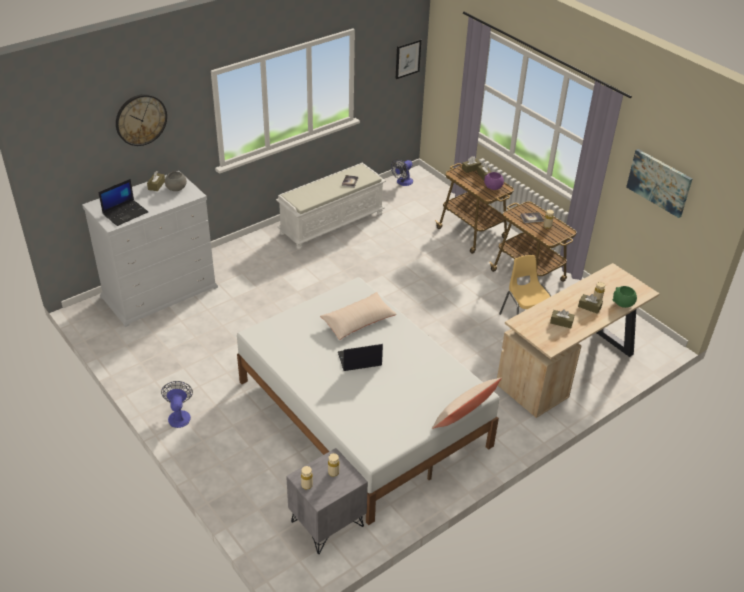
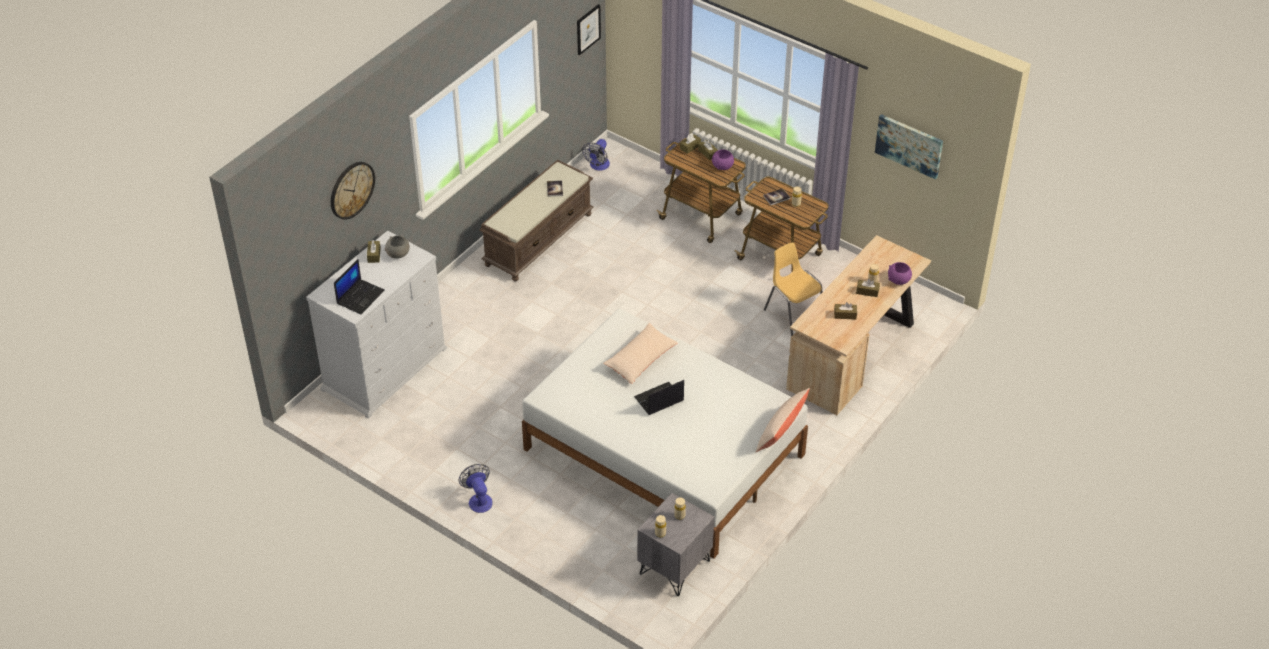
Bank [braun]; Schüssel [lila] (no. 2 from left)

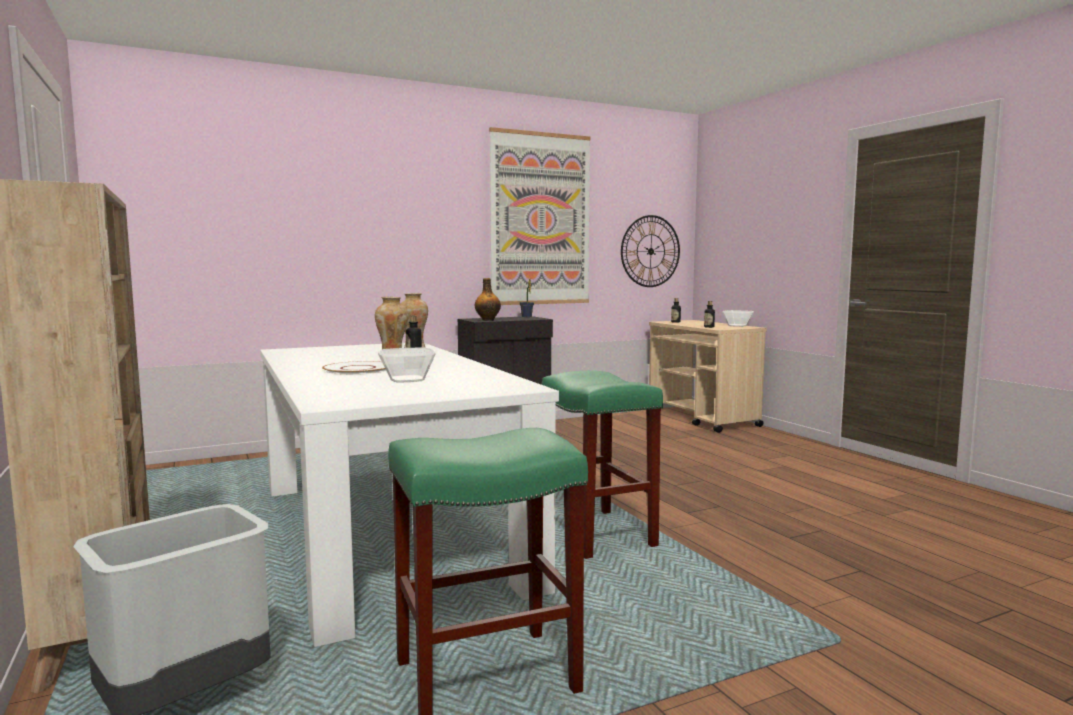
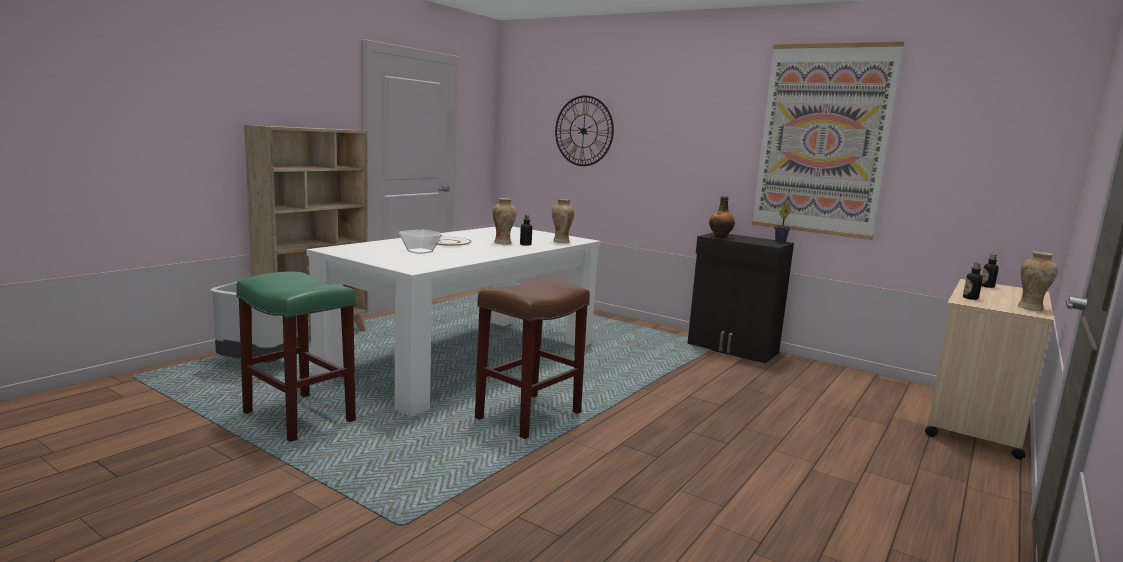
Wanduhr; Vase (no. 3 from left); Hocker [braun]

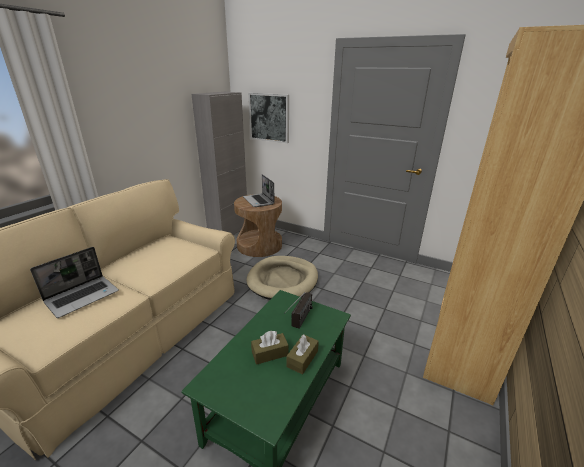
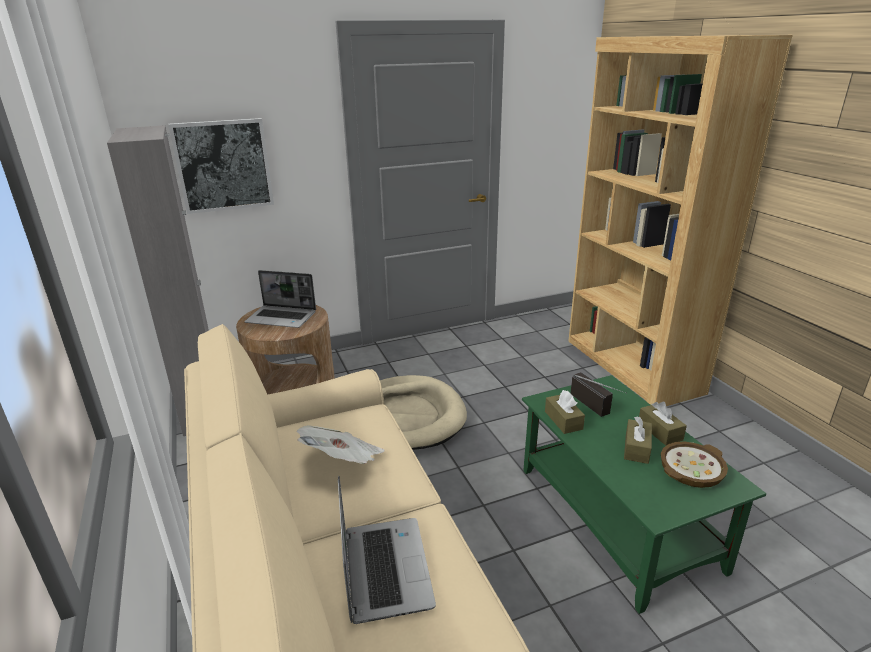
Zeitung; Taschentuchbox [braun] (no. 1 from left); Schüssel

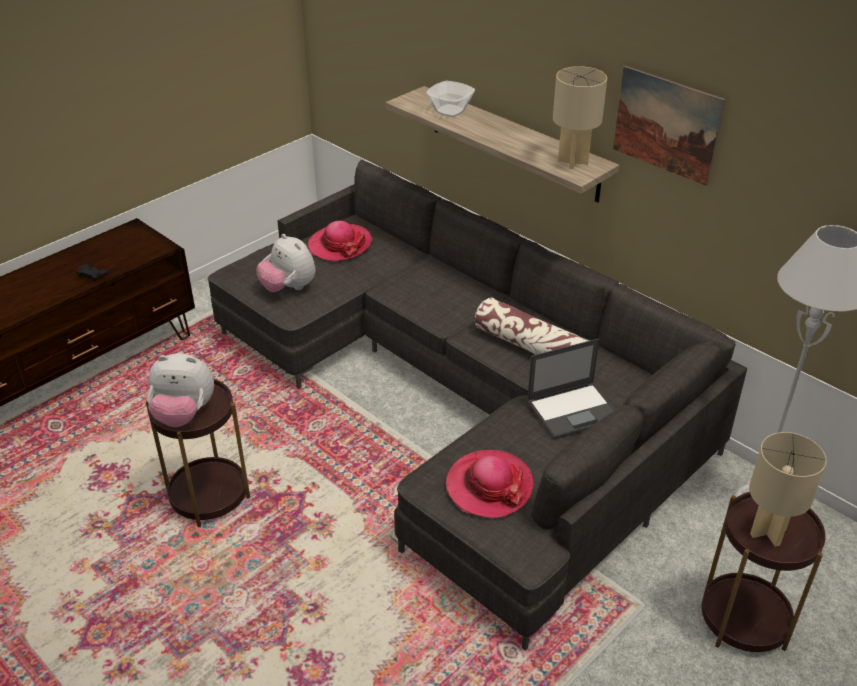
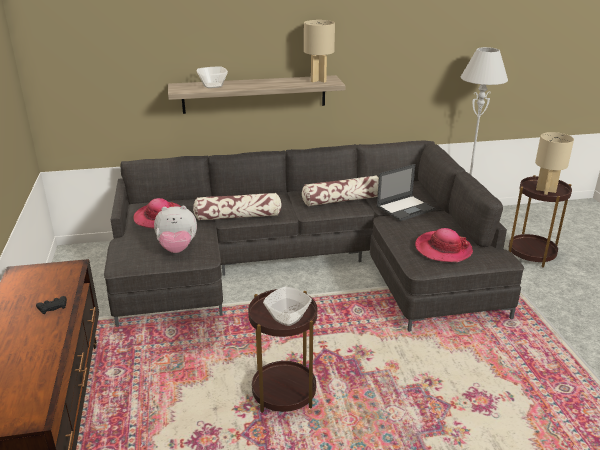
Bild; Kissen (no. 1 from left); Schüssel (no. 2 from left); Laptop

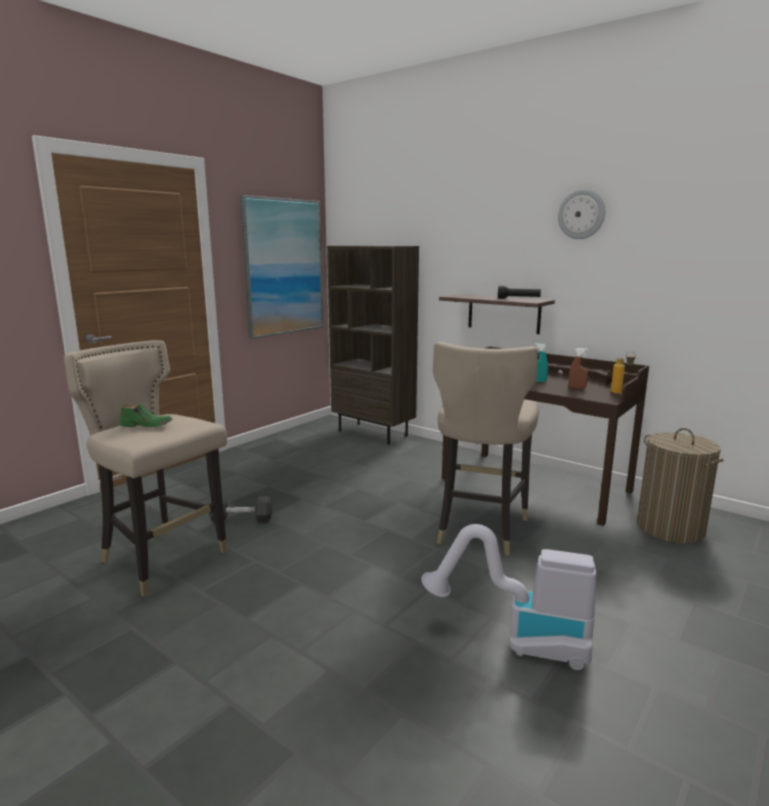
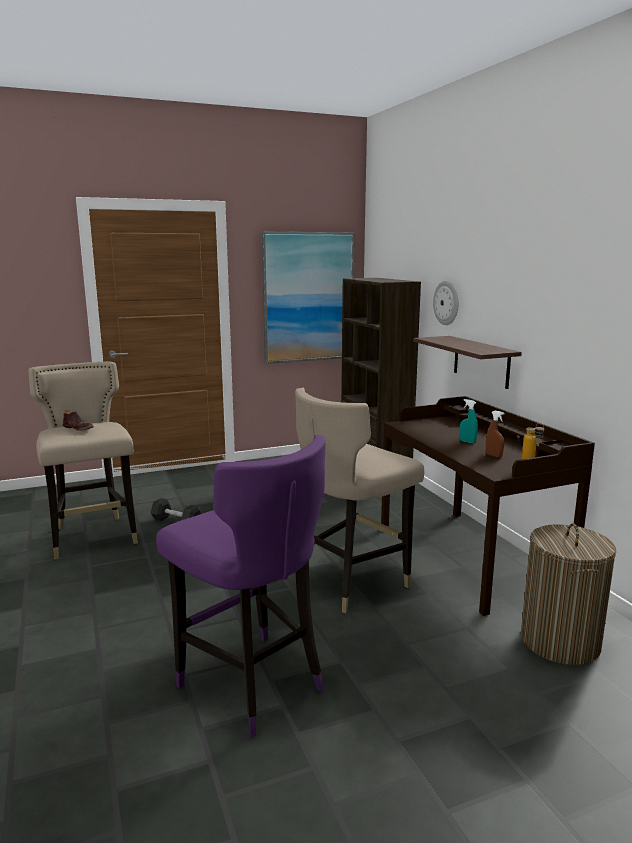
Taschenlampe [schwarz]; Wanduhr; Hocker [lila]; Schuh [braun]

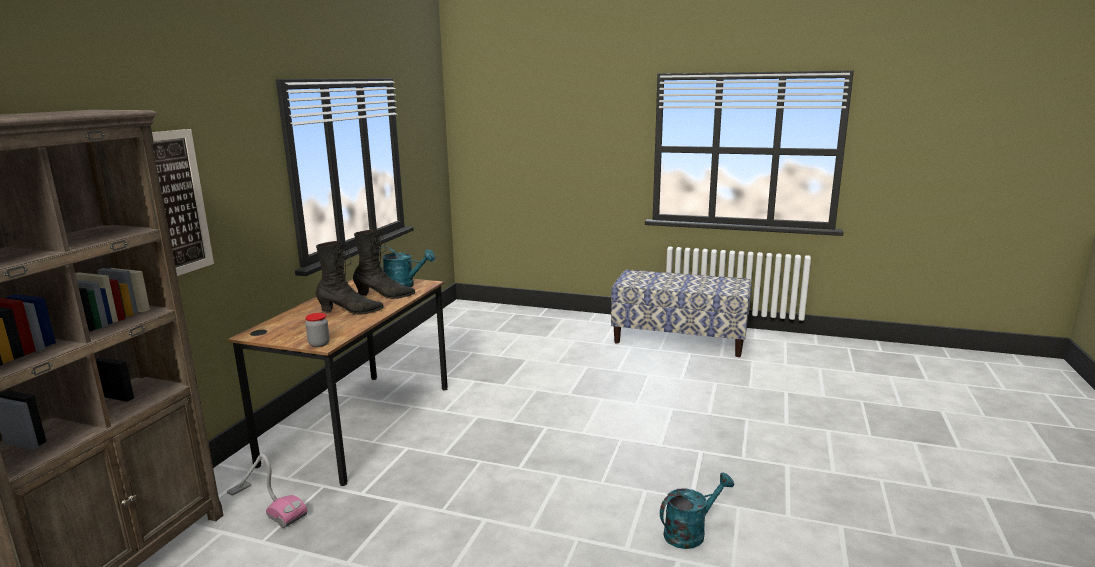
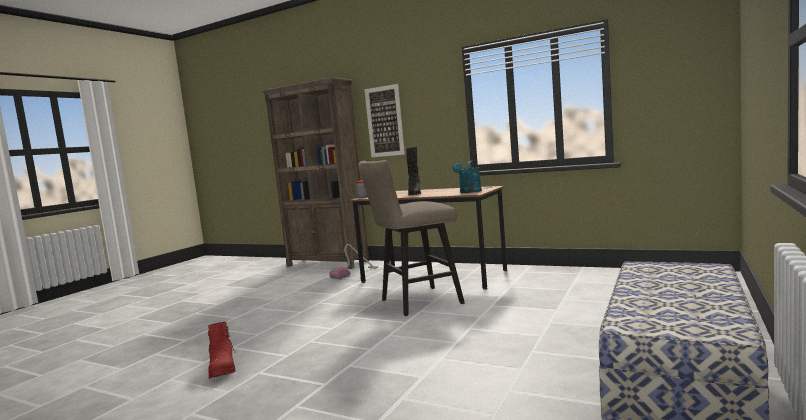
Stiefel [schwarz] (no. 2 from left in the first image); Hocker [beige]; Stiefel [rot]

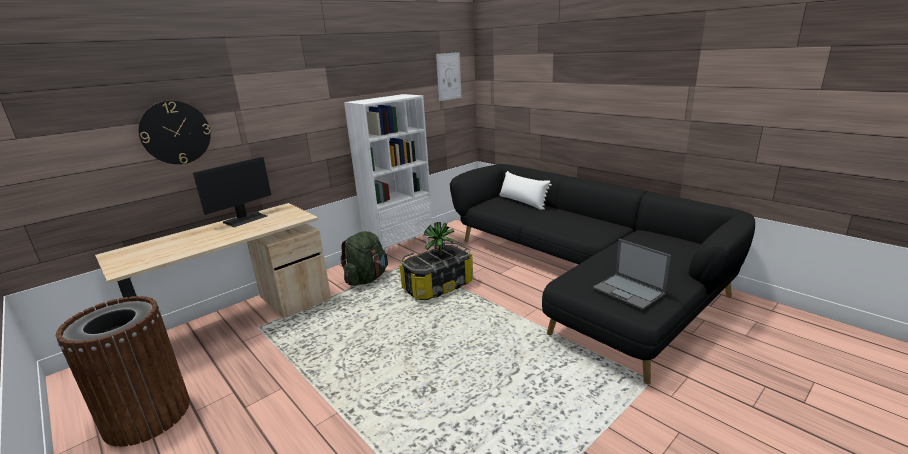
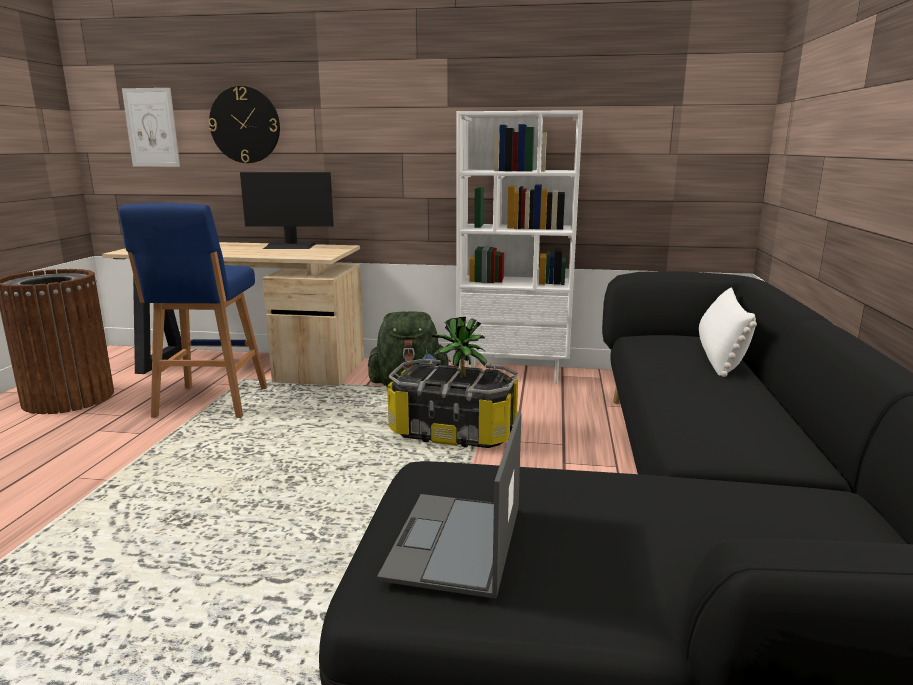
Hocker [blau]; Bild

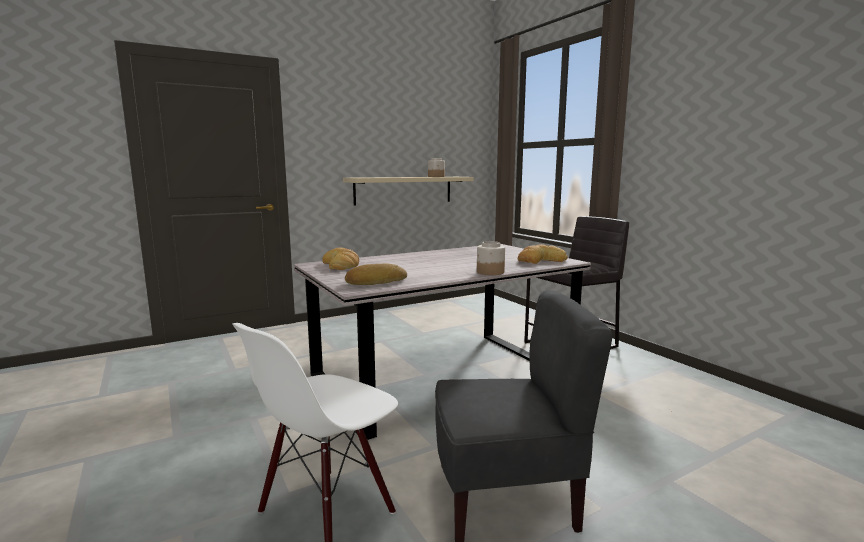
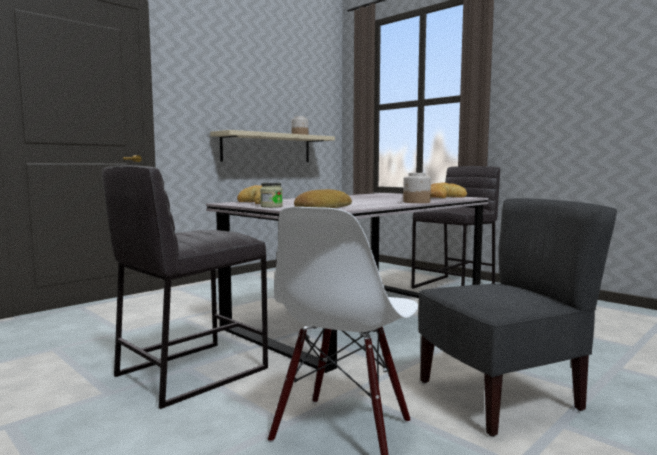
Hocker [grau] (no. 1 from left); Vorratsglas (no. 1 from left)

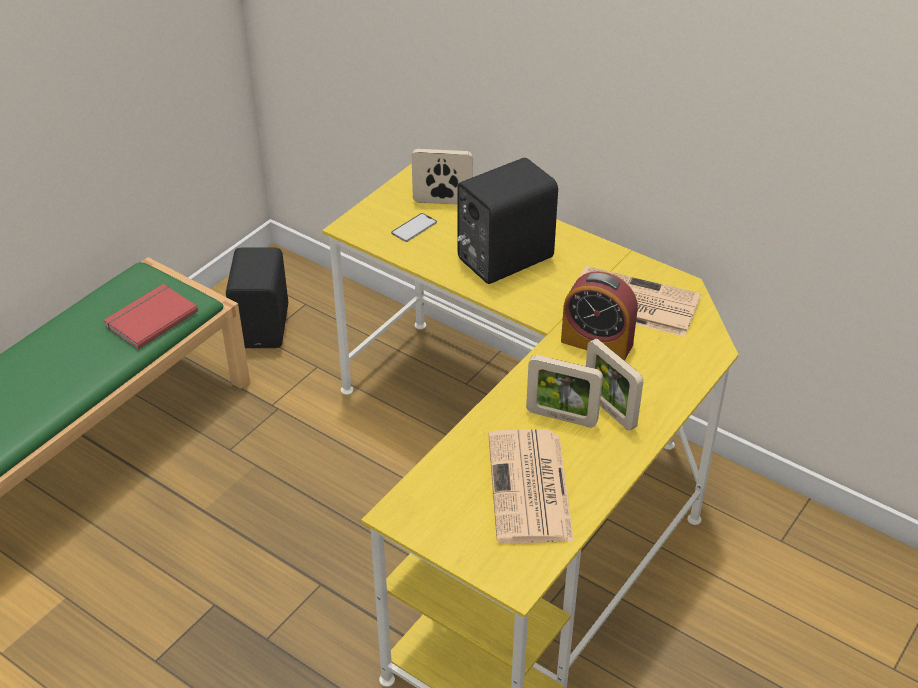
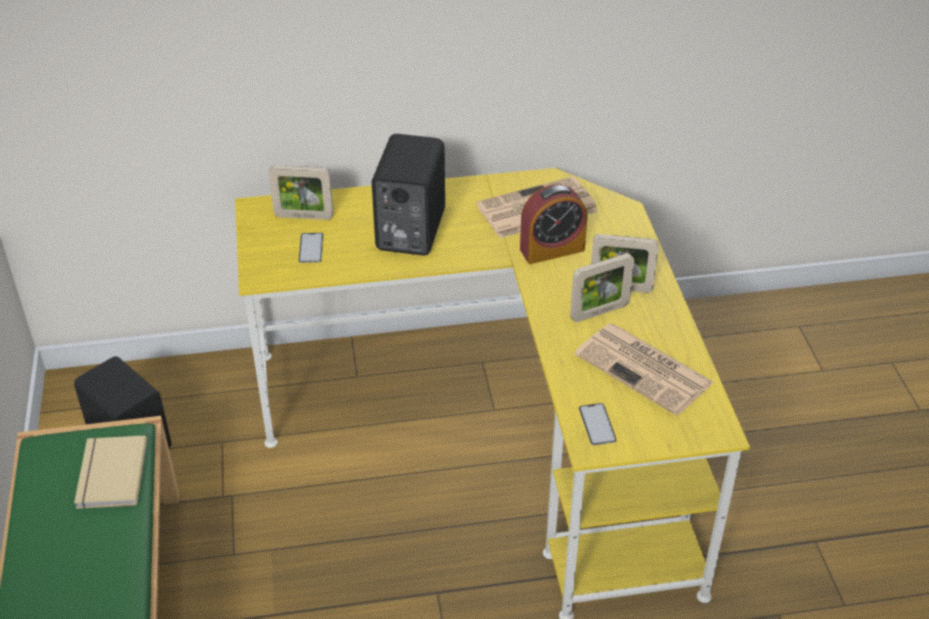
Handy (no. 2 from left); Buch [beige]; Bilderrahmen (no. 1 from left)

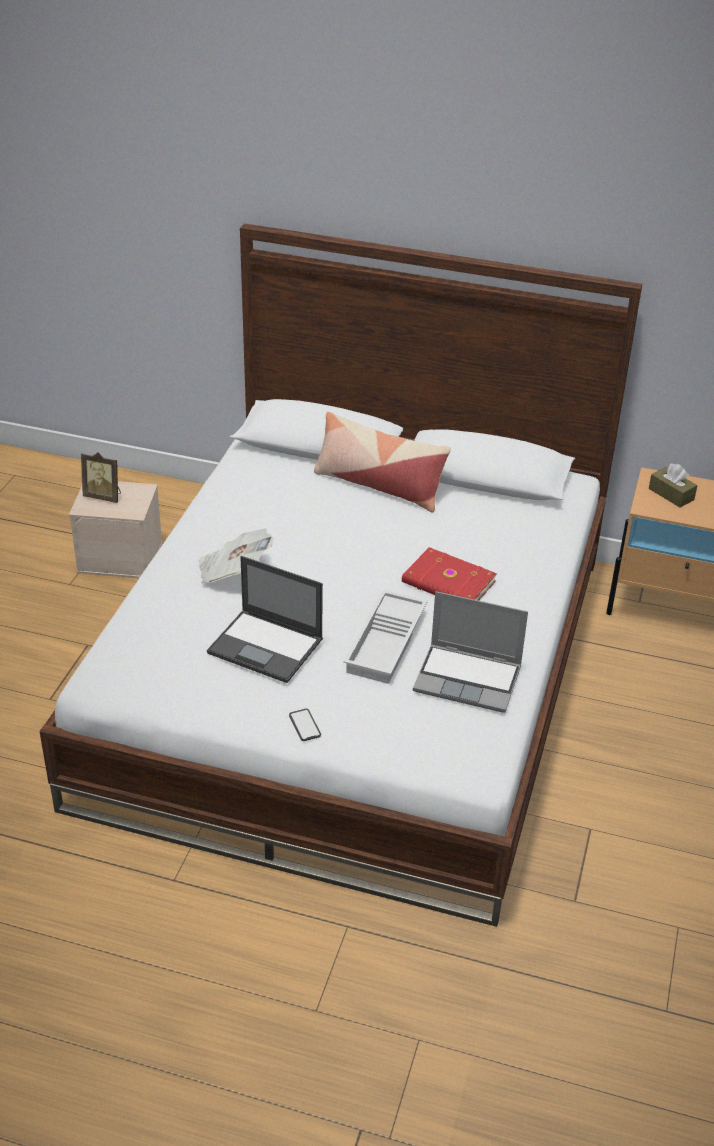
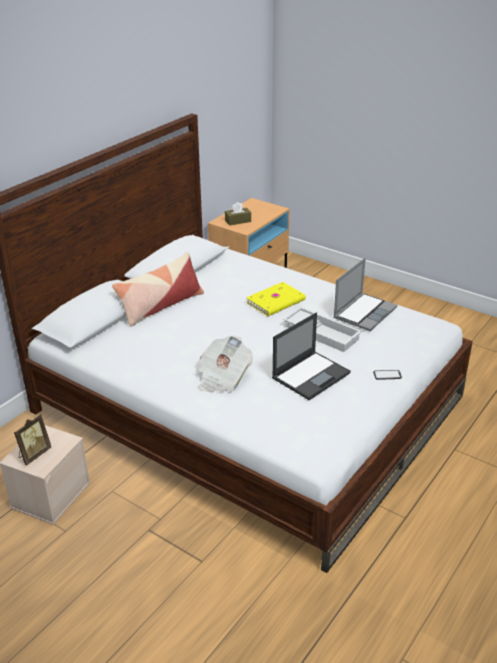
Buch [gelb]

